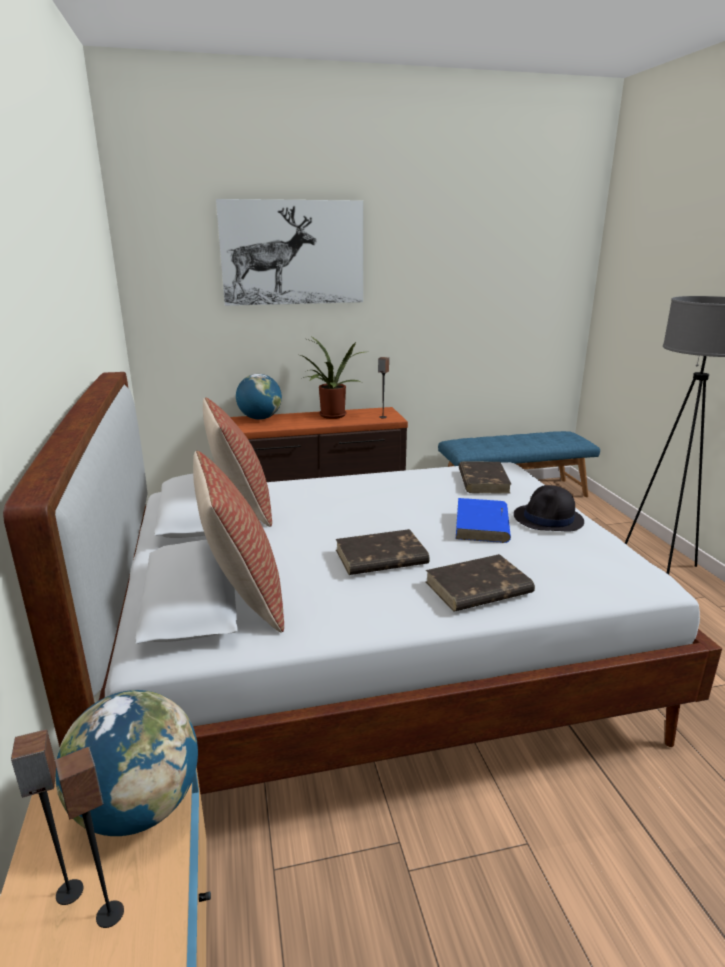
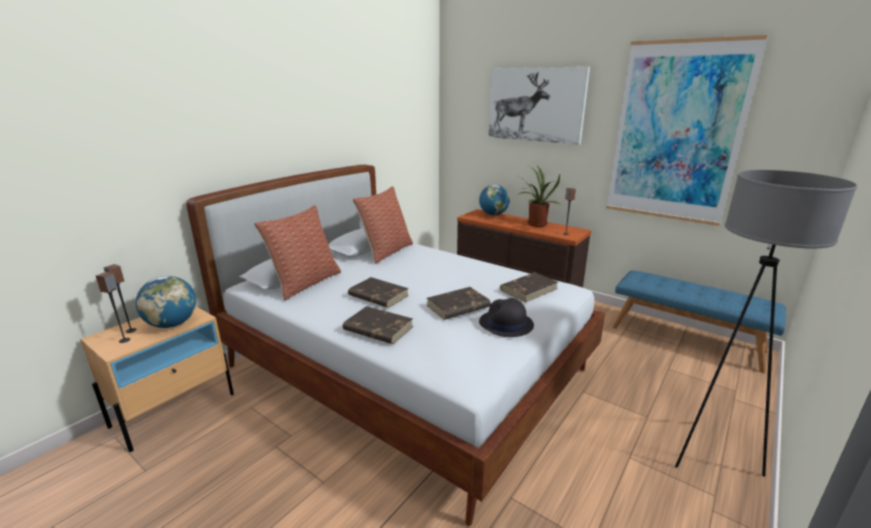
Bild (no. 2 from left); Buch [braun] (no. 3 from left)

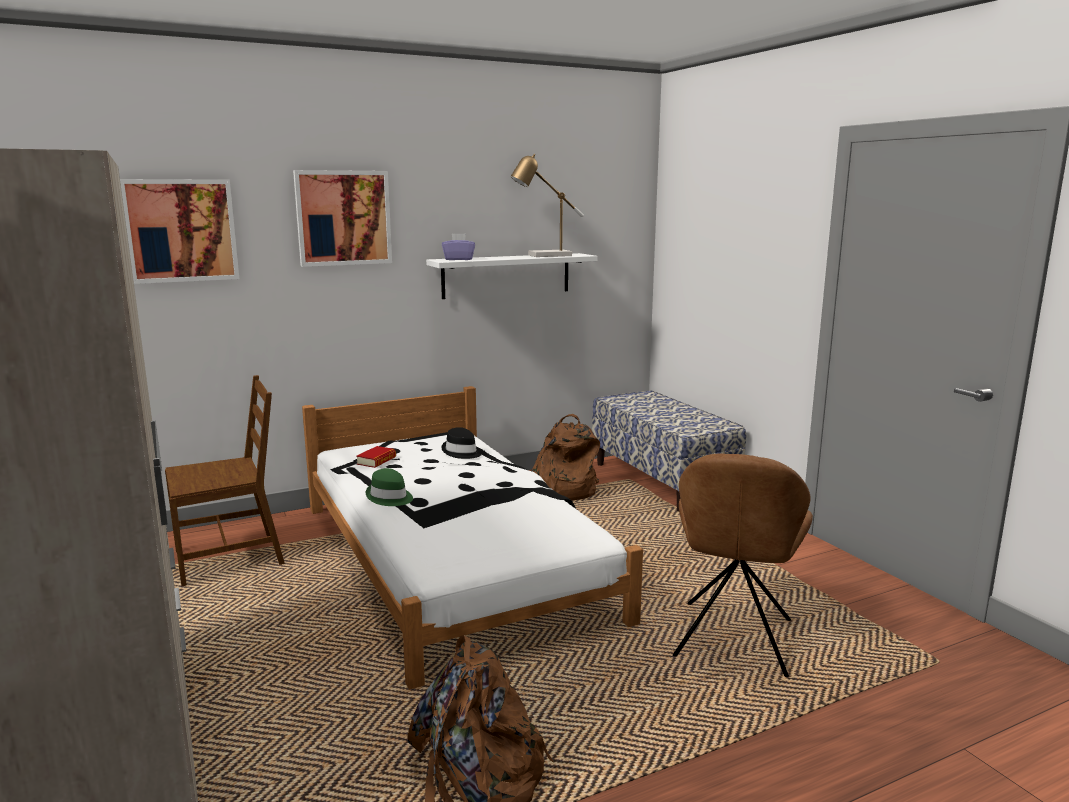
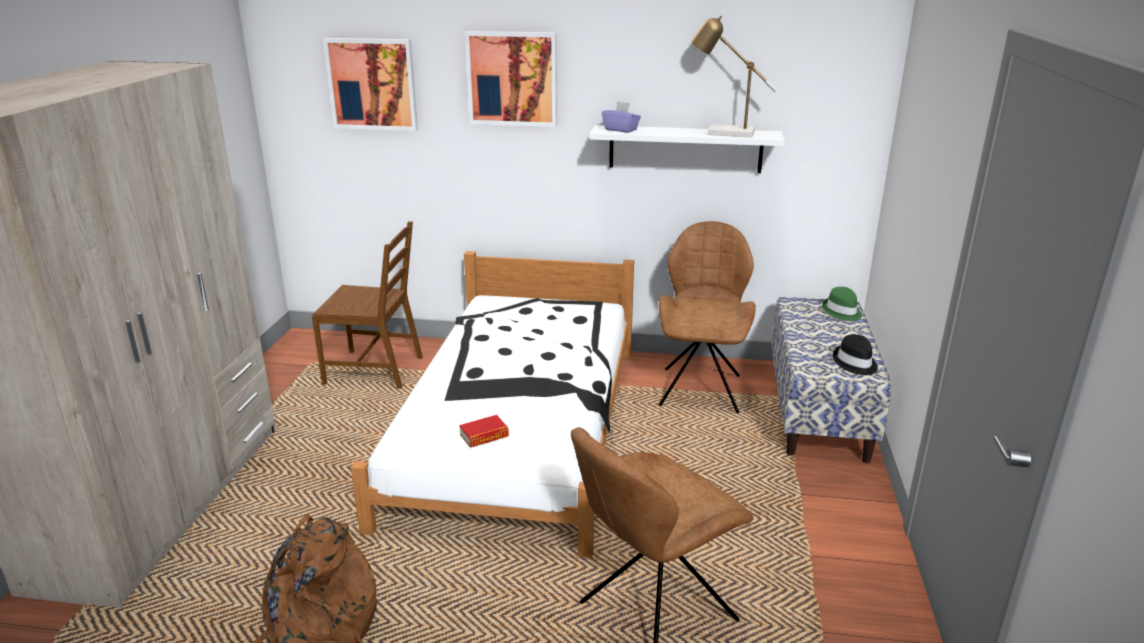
Buch; Hut [grün]; Hut [schwarz]; Stuhl [braun] (no. 3 from left)

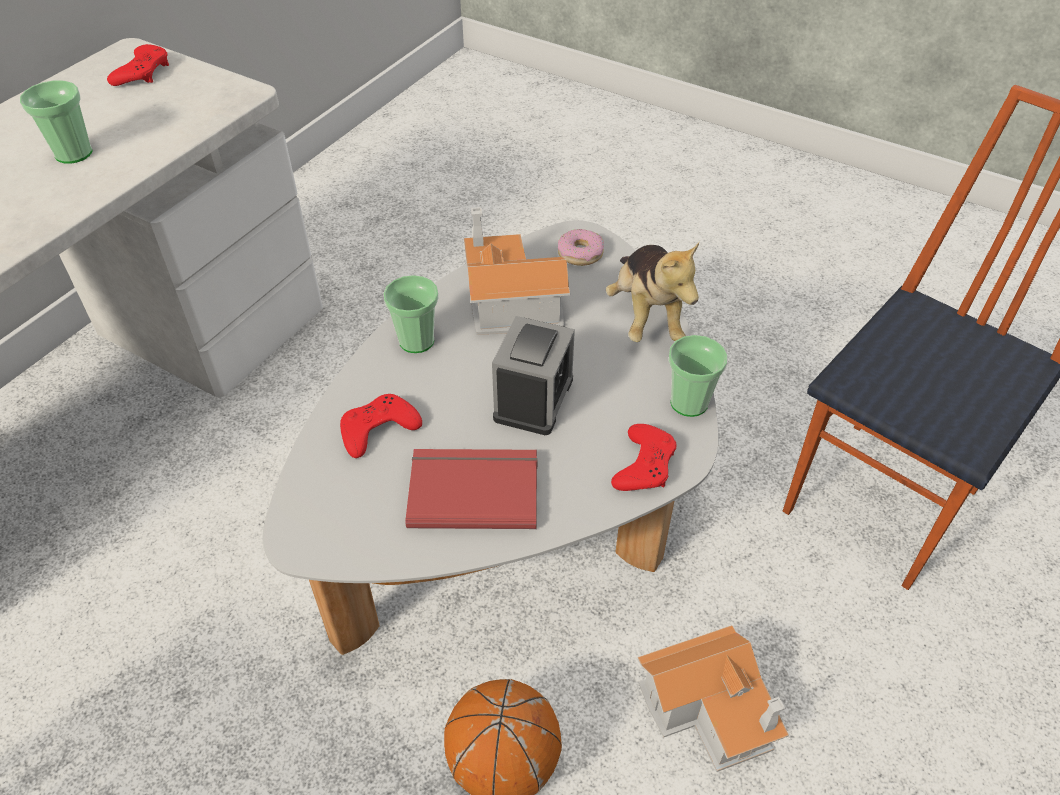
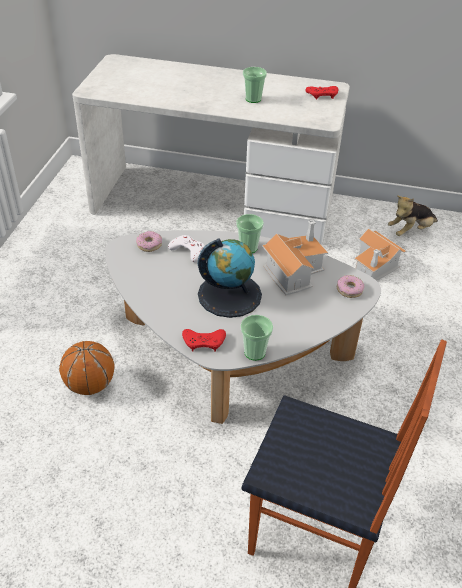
Buch [rot]; Donut (no. 1 from left); Plüschtier; Spielzeughaus (no. 2 from left); Globus; Gamepad [weiß]

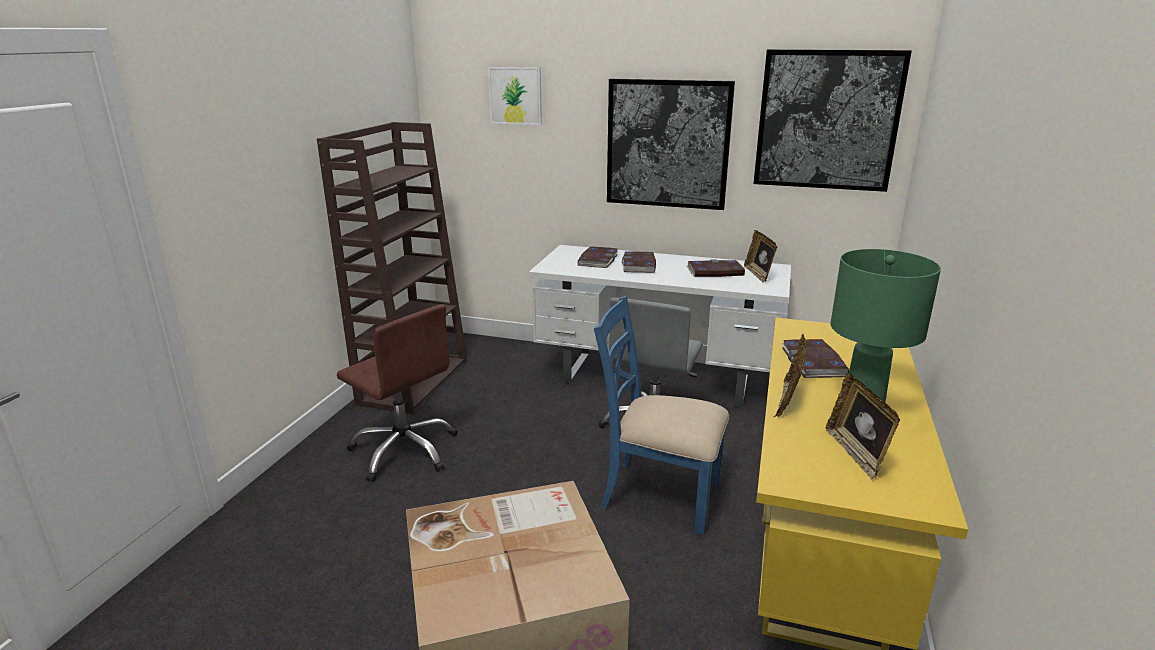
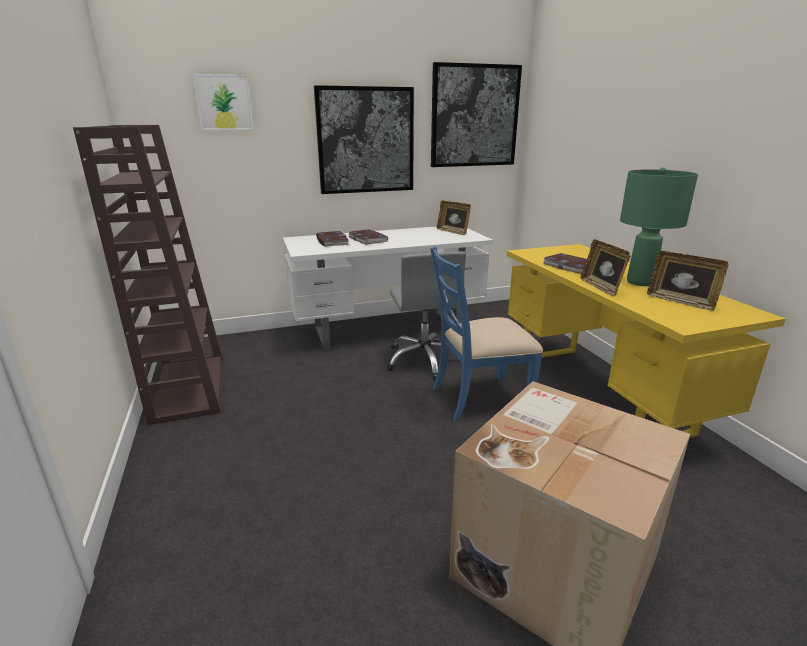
Bürostuhl [braun]; Buch (no. 3 from left in the first image)

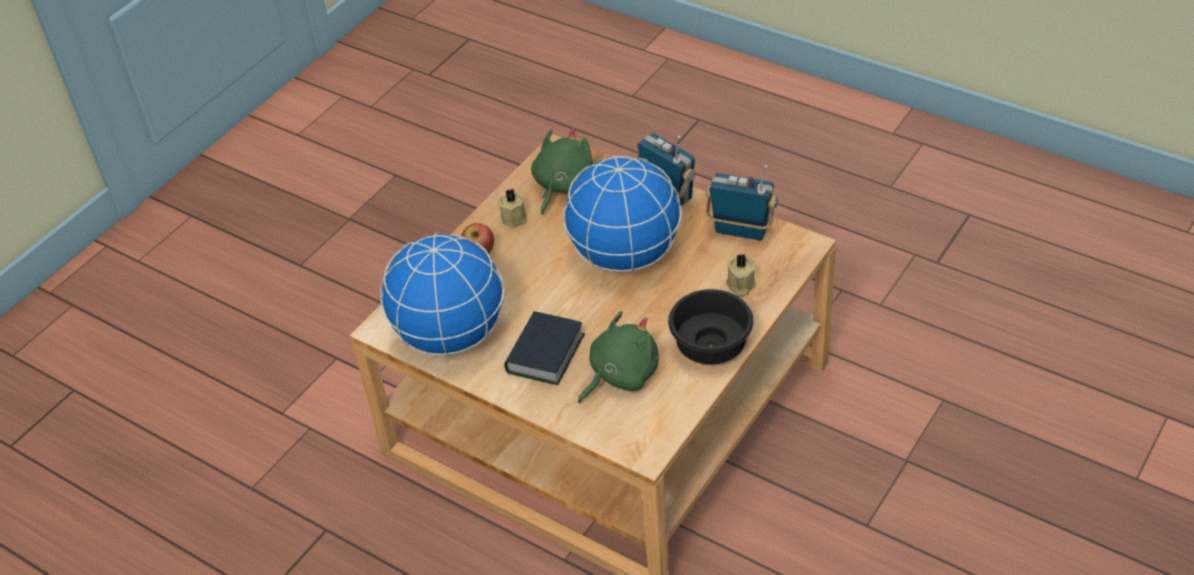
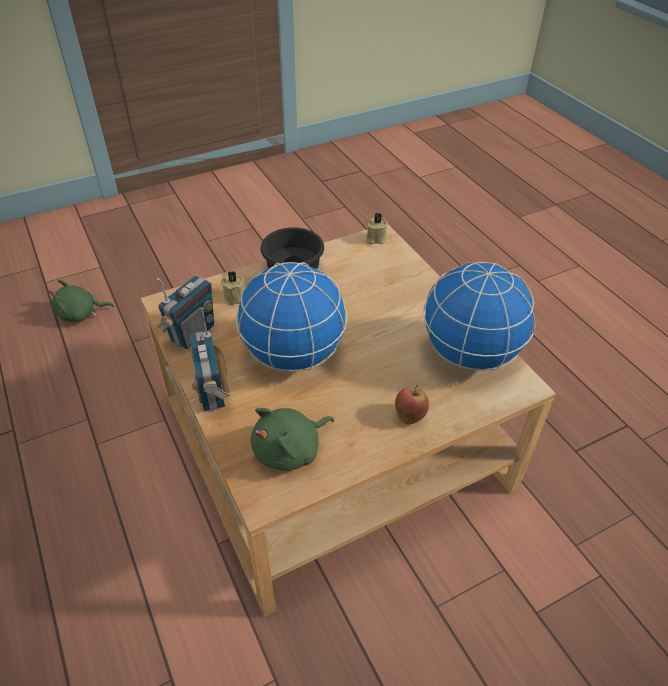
Buch; Kerze [beige] (no. 2 from left); Plüschtier [grün] (no. 1 from left); Radio (no. 1 from left)

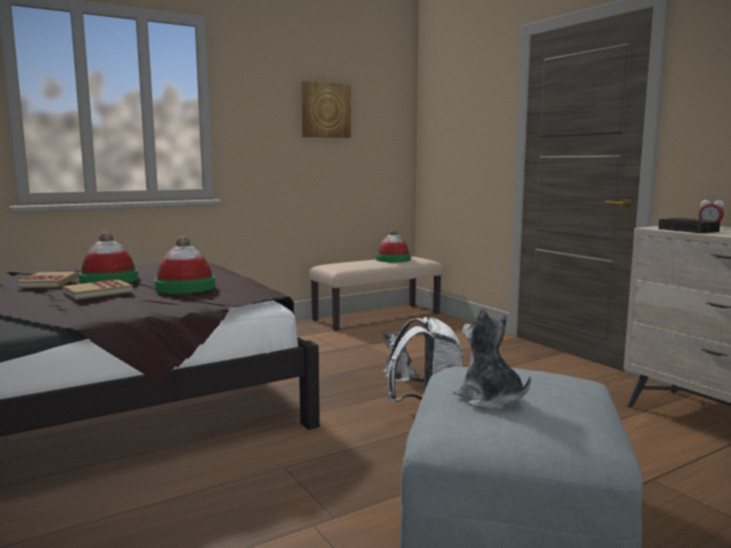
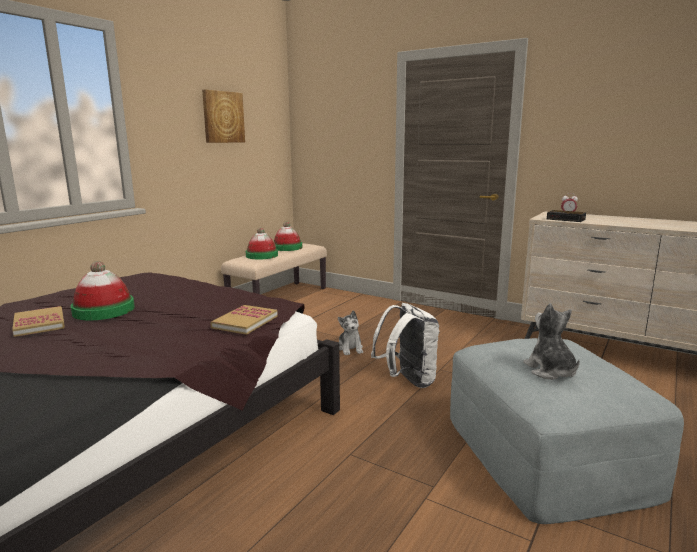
Buch (no. 2 from left); Hut (no. 2 from left); Plüschtier (no. 2 from left)

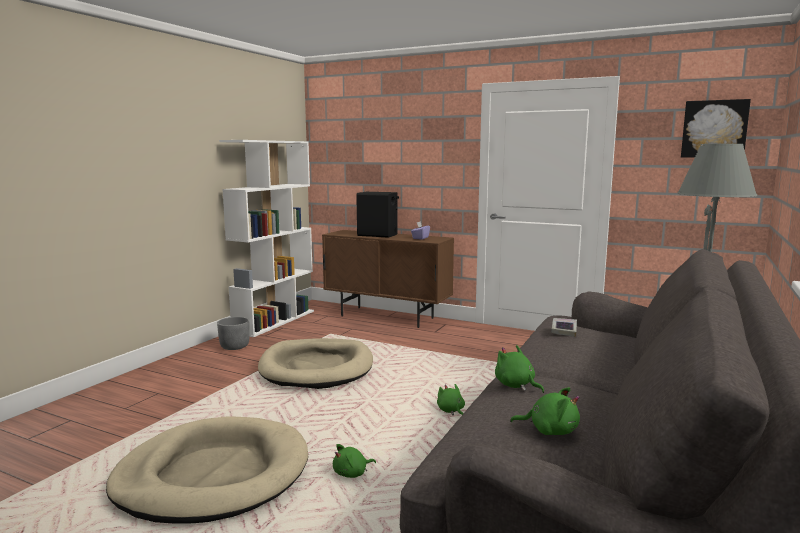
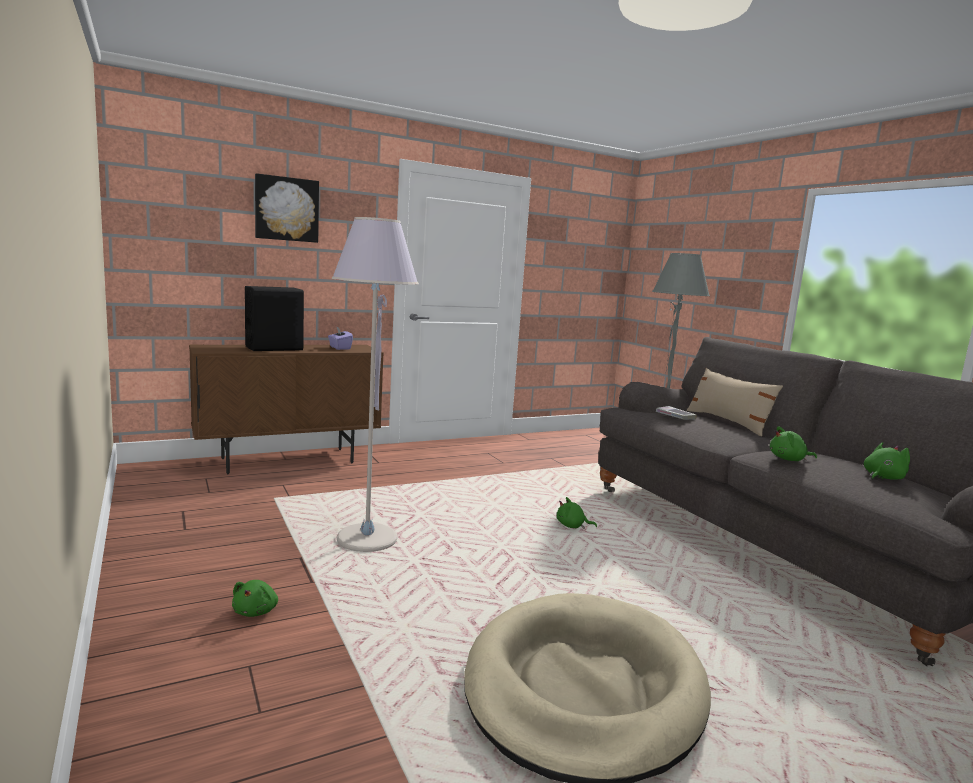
Pflanzkübel [grau]; Bücherregal [weiß]; Kissen [beige]; Plüschtier [grün] (no. 1 from left); Bild; Stehlampe [grau] (no. 1 from left)

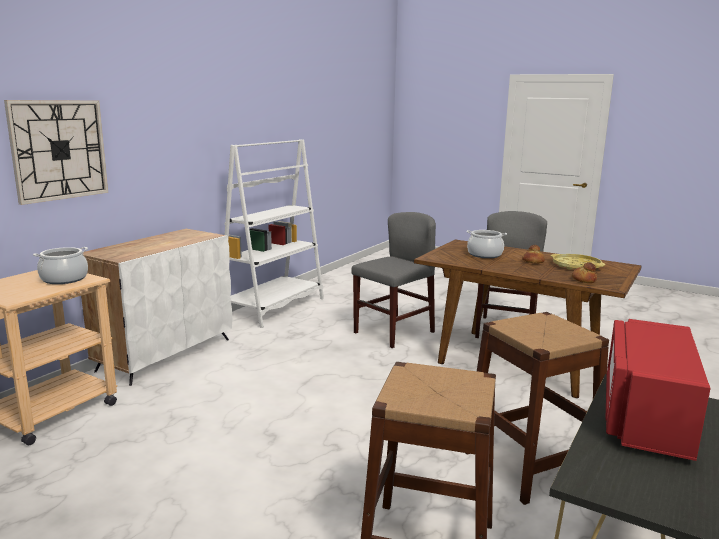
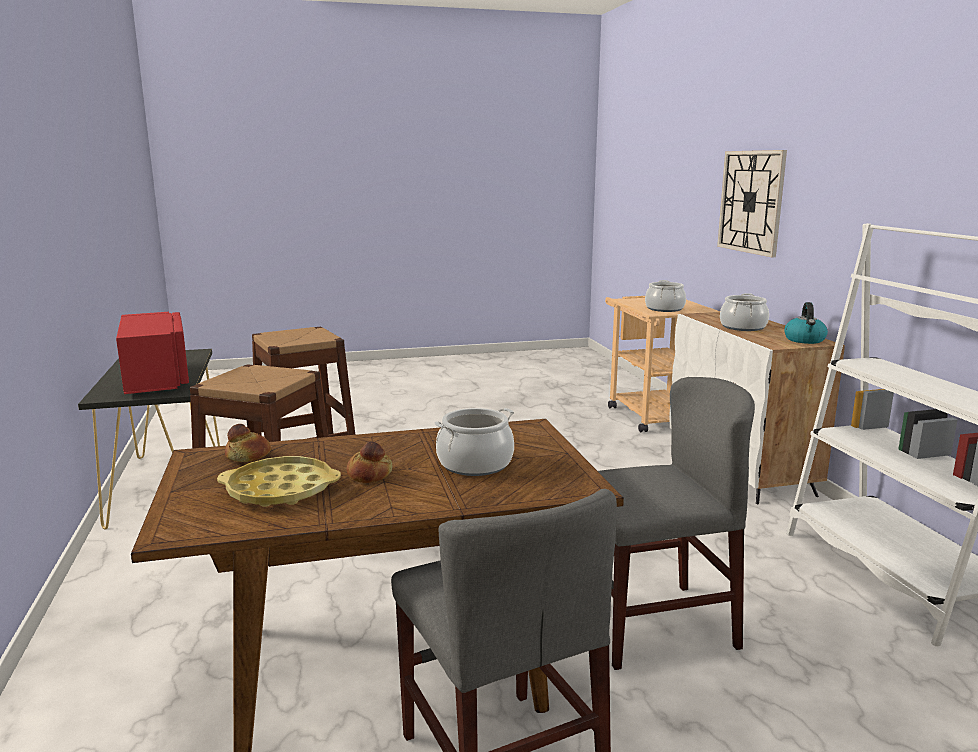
Kochtopf (no. 3 from left); Wasserkessel; Stuhl [grau] (no. 2 from left)

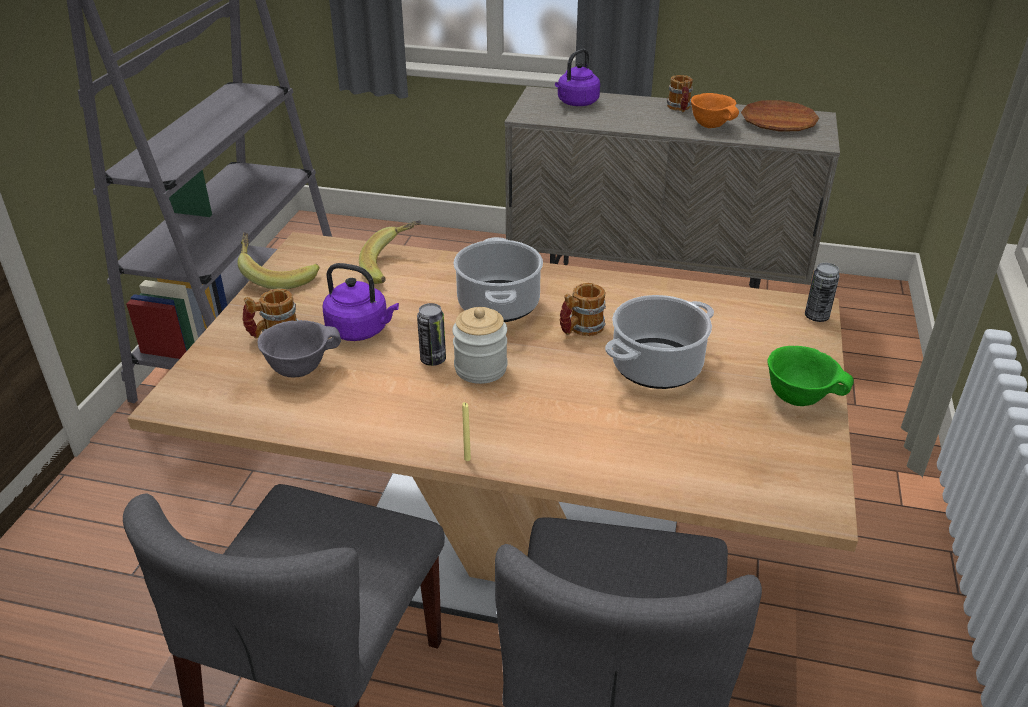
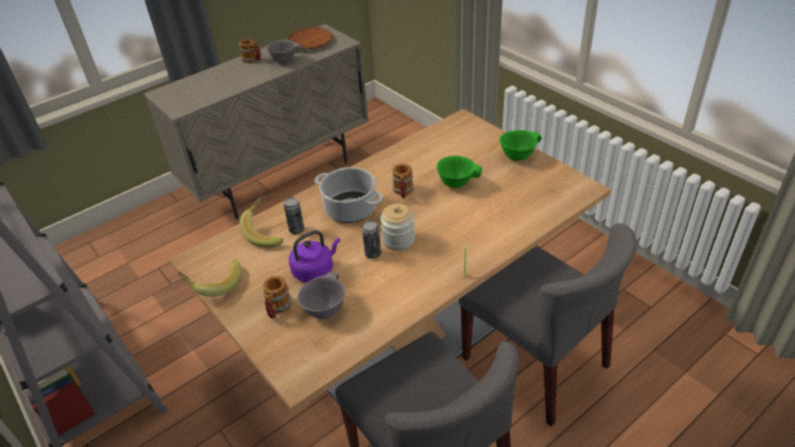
Wasserkessel [lila] (no. 2 from left in the first image); Dose (no. 1 from left); Schüssel [grün] (no. 1 from left); Schüssel [grau] (no. 1 from left)

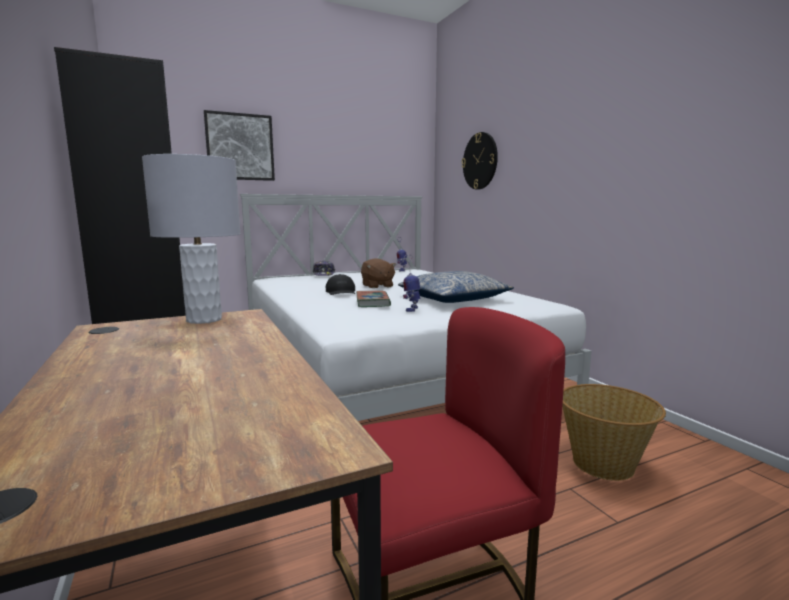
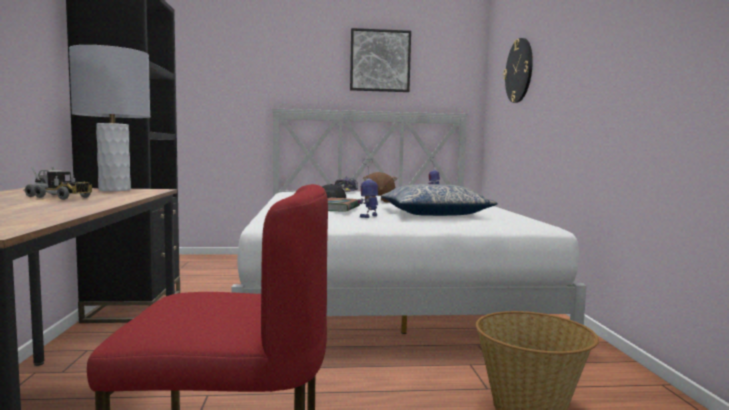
Spielzeuglaster; Bild

